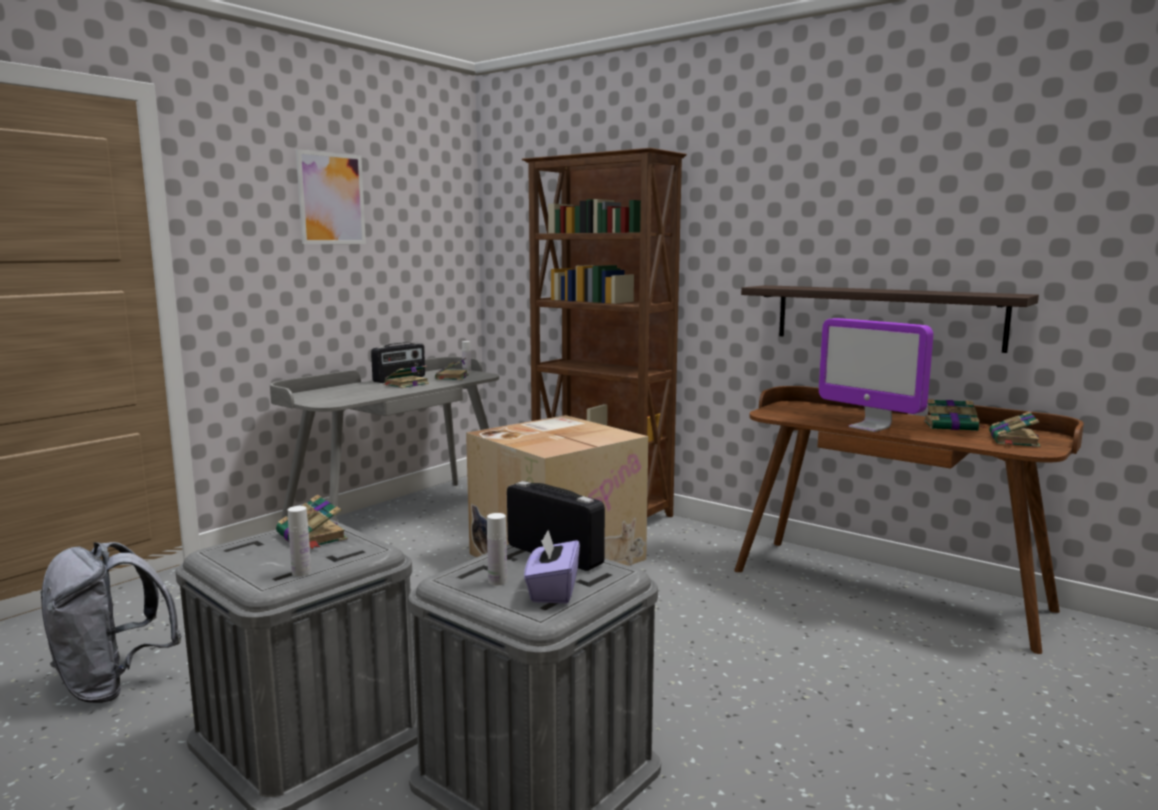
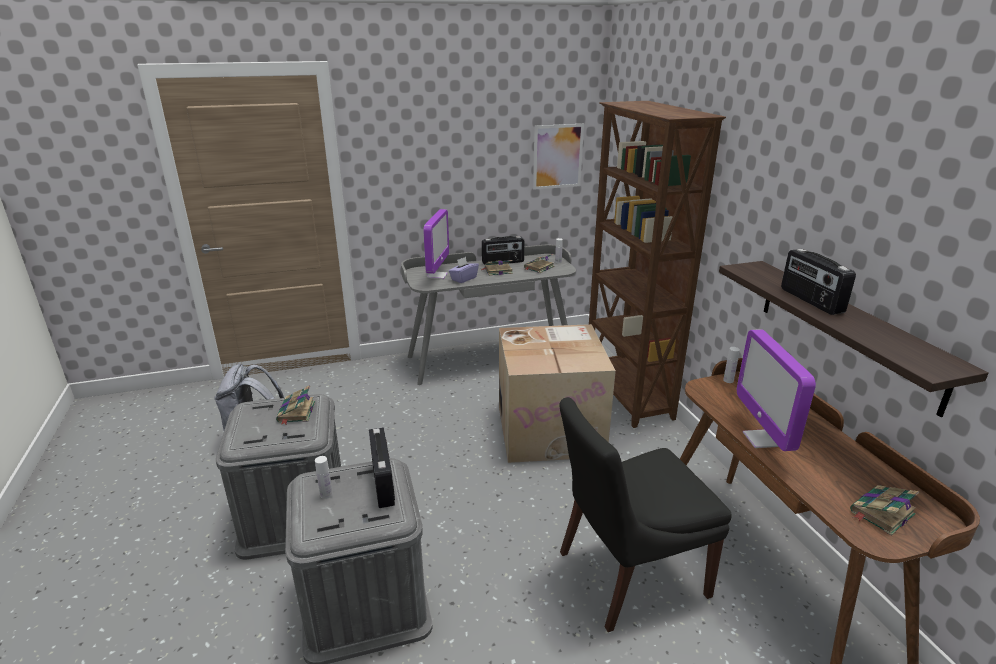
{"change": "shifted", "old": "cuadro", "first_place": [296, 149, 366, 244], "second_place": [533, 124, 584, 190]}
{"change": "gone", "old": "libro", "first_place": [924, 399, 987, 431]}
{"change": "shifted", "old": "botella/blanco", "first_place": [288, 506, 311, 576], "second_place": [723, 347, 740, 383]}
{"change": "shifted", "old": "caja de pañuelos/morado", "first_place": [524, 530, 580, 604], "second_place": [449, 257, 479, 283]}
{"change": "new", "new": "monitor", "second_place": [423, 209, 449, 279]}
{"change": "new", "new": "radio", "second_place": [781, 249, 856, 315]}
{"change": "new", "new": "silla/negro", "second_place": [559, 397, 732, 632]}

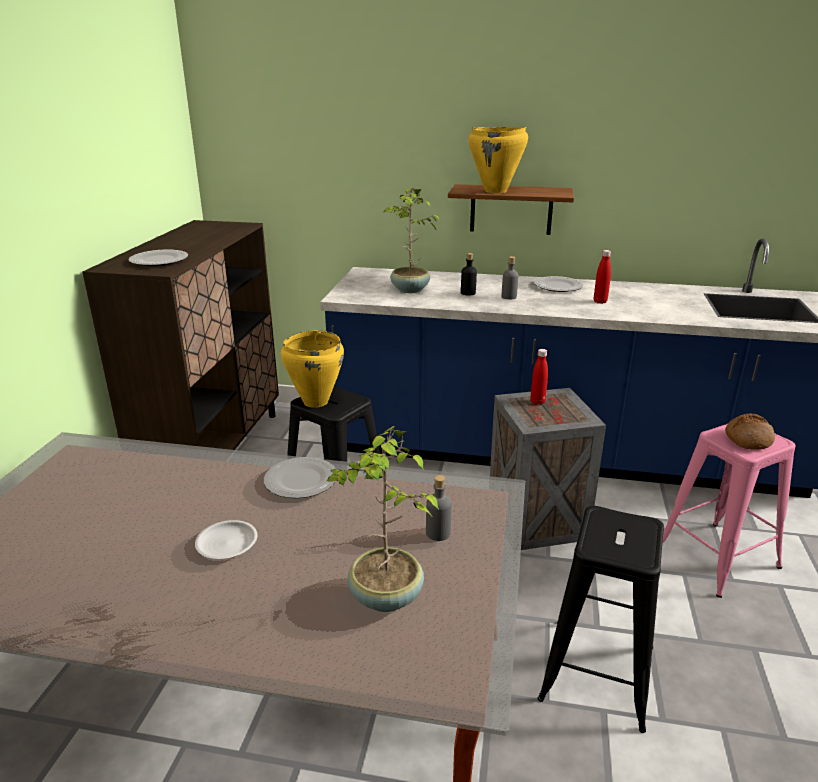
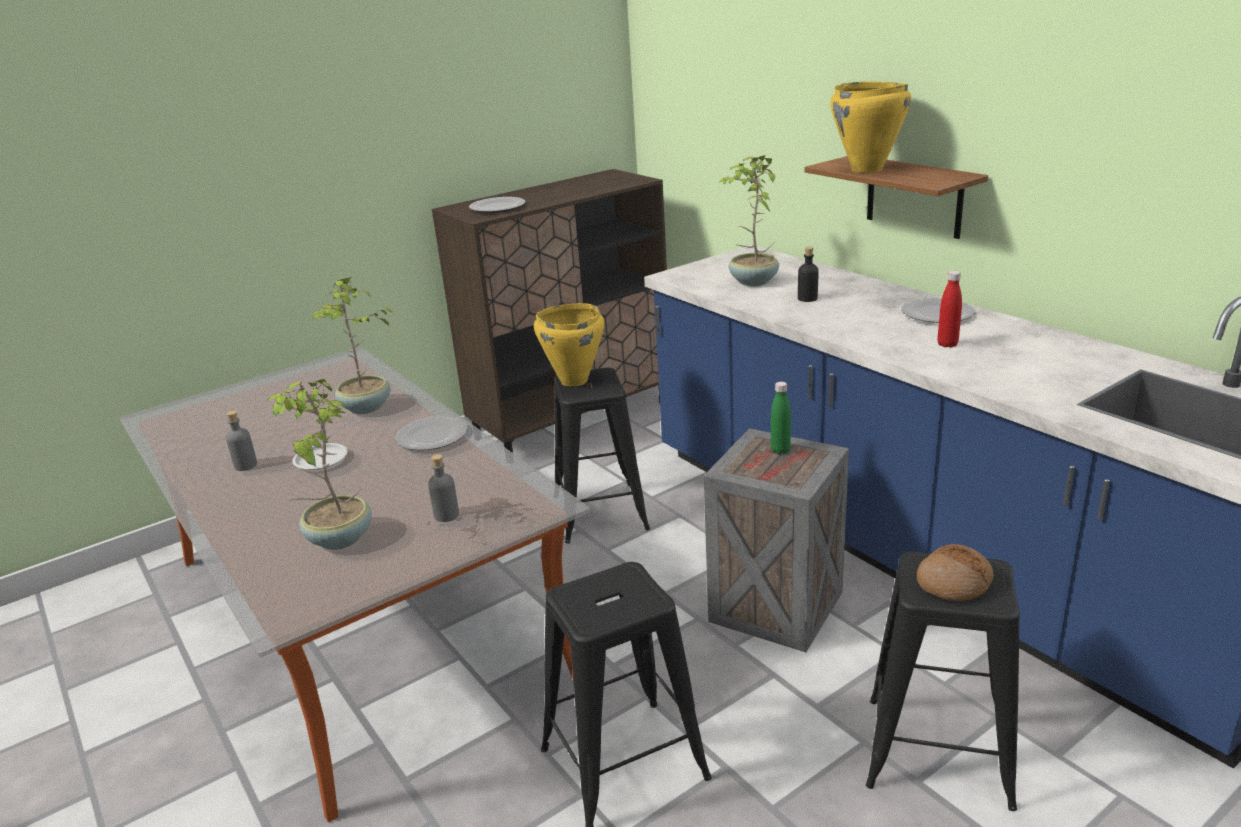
{"change": "shifted", "old": "botella/gris", "first_place": [502, 256, 518, 299], "second_place": [226, 411, 257, 471]}
{"change": "repainted", "old": "botella/rojo", "new": "botella/verde", "first_place": [531, 349, 548, 405], "second_place": [771, 382, 791, 454]}
{"change": "repainted", "old": "taburete/rosa", "new": "taburete/negro", "first_place": [662, 424, 795, 598], "second_place": [866, 552, 1020, 811]}
{"change": "new", "new": "planta en maceta", "second_place": [312, 276, 393, 414]}

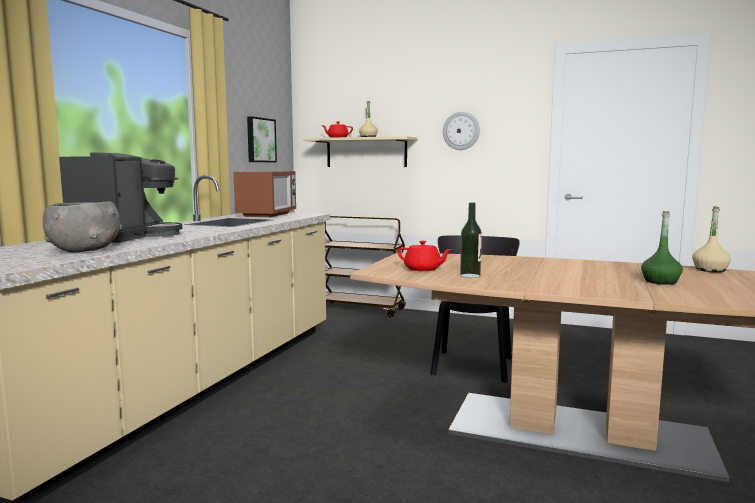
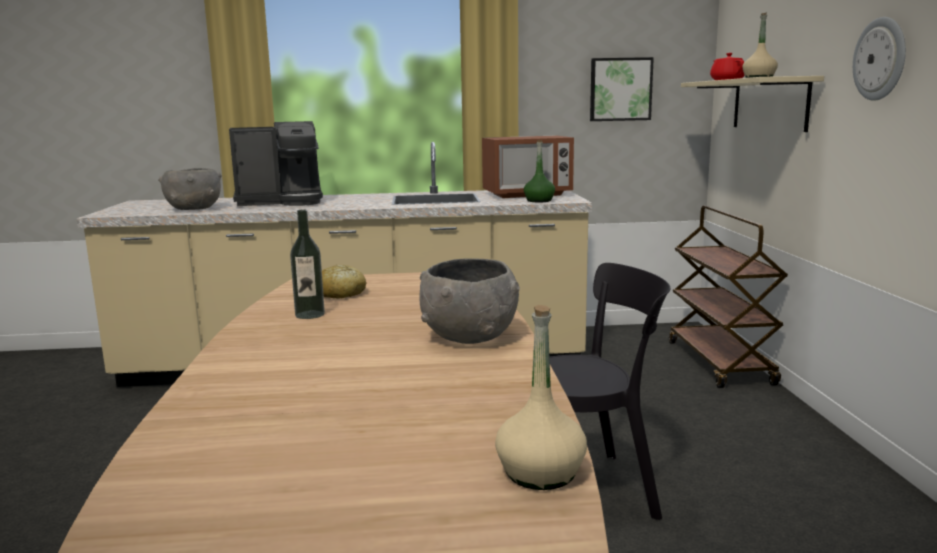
{"change": "shifted", "old": "botella/verde", "first_place": [641, 211, 683, 285], "second_place": [524, 140, 555, 202]}
{"change": "swapped", "old": "tetera/rojo", "new": "pan", "first_place": [398, 241, 452, 271], "second_place": [322, 264, 367, 298]}
{"change": "new", "new": "cuenco/gris", "second_place": [419, 258, 520, 344]}

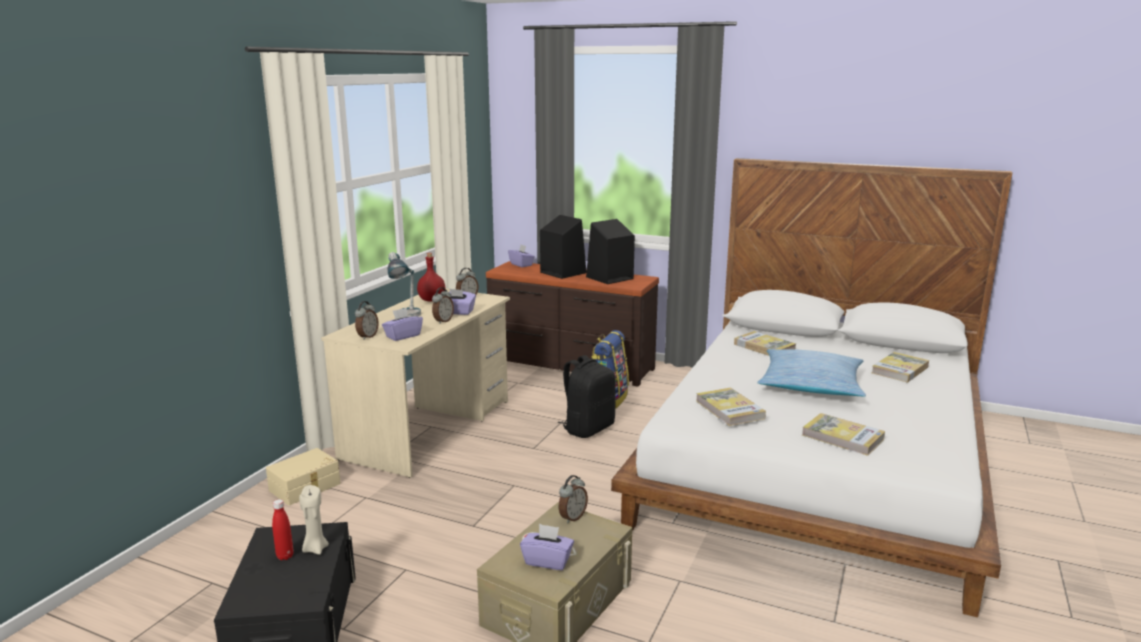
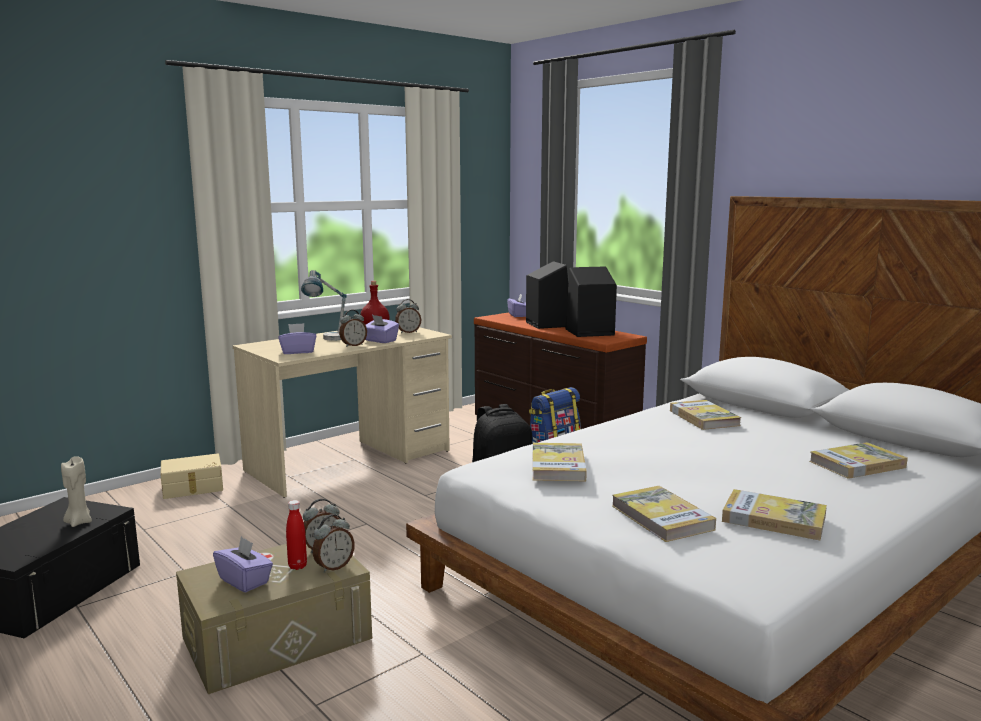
{"change": "shifted", "old": "despertador", "first_place": [355, 301, 379, 340], "second_place": [312, 514, 355, 573]}
{"change": "gone", "old": "cojín", "first_place": [757, 349, 866, 397]}
{"change": "shifted", "old": "botella/rojo", "first_place": [272, 499, 294, 560], "second_place": [286, 500, 307, 570]}
{"change": "new", "new": "libro", "second_place": [722, 489, 827, 540]}

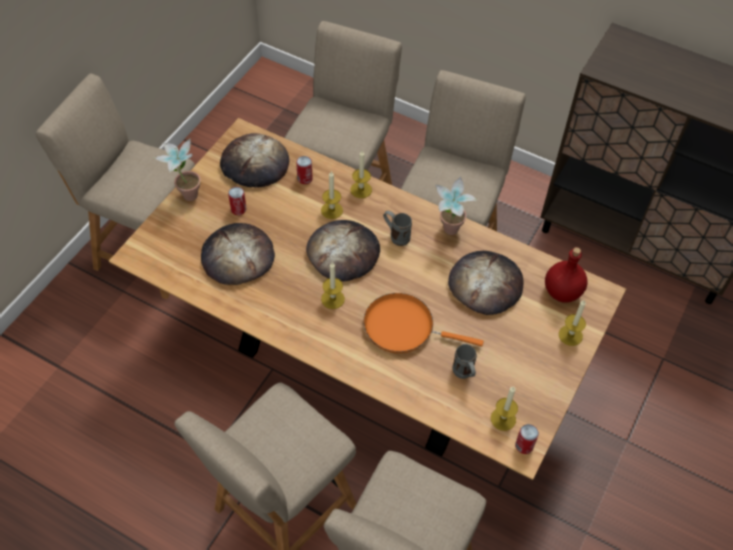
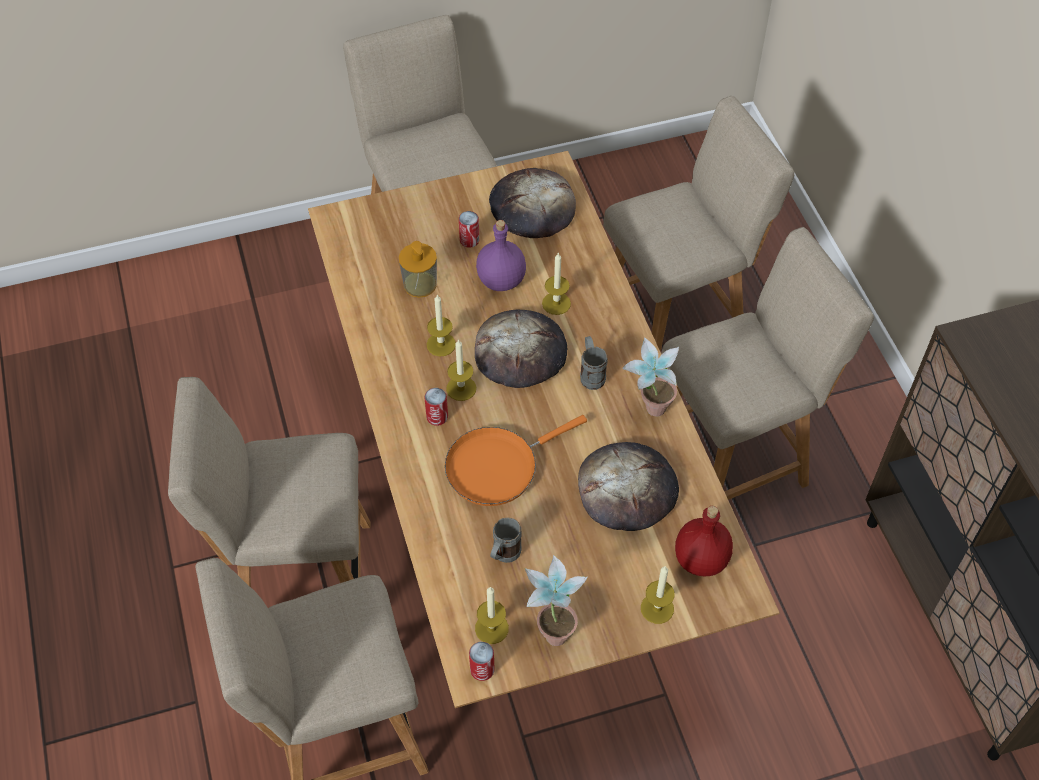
{"change": "shifted", "old": "planta en maceta", "first_place": [153, 139, 201, 201], "second_place": [525, 555, 587, 646]}
{"change": "shifted", "old": "vela", "first_place": [350, 151, 372, 198], "second_place": [427, 294, 456, 357]}
{"change": "shifted", "old": "lata", "first_place": [296, 156, 313, 184], "second_place": [424, 388, 448, 426]}
{"change": "swapped", "old": "pan", "new": "dispensador de jabón", "first_place": [201, 223, 275, 285], "second_place": [399, 241, 437, 298]}
{"change": "rotated", "old": "sartén/naranja", "first_place": [364, 293, 484, 353], "second_place": [445, 415, 587, 506], "degrees": -90}
{"change": "new", "new": "botella/morado", "second_place": [476, 220, 526, 291]}

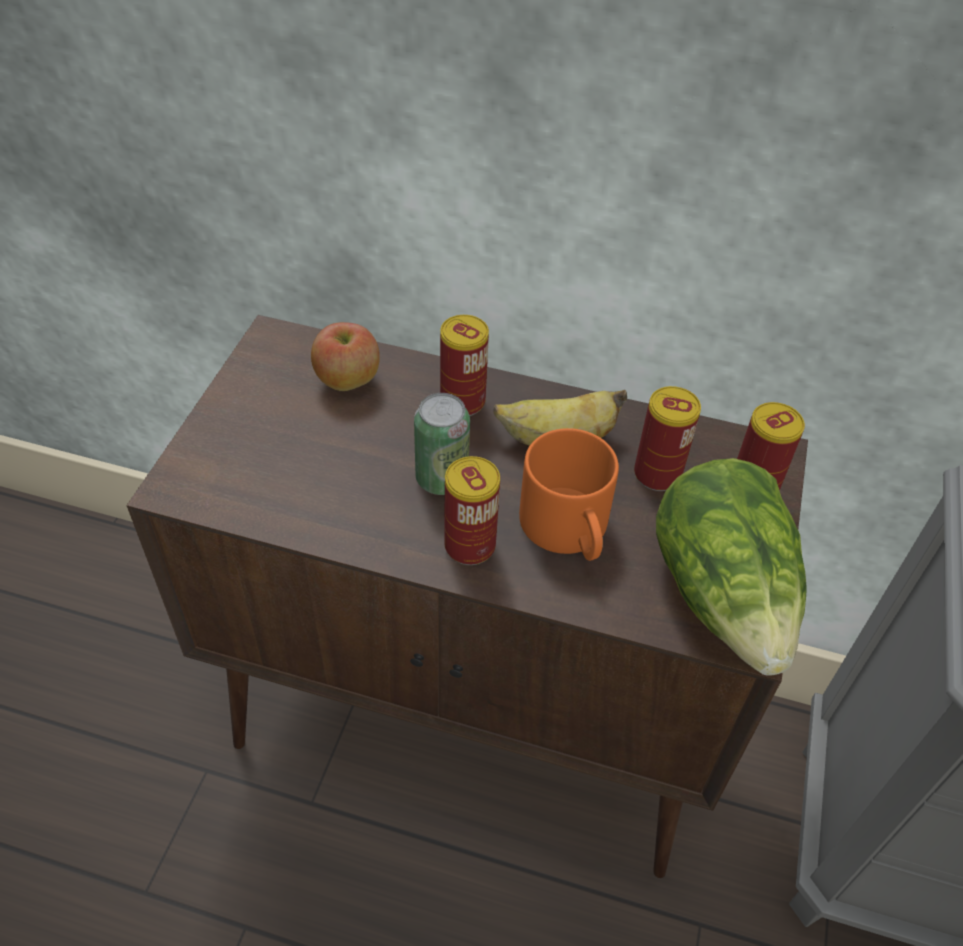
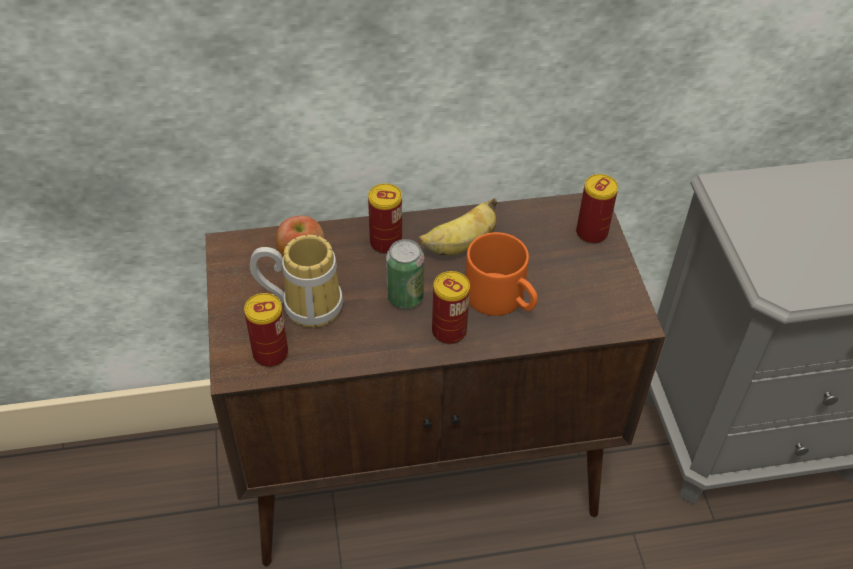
{"change": "shifted", "old": "lata", "first_place": [634, 386, 701, 491], "second_place": [244, 293, 288, 367]}
{"change": "gone", "old": "lechuga", "first_place": [656, 458, 807, 676]}
{"change": "new", "new": "taza grande", "second_place": [250, 235, 343, 328]}

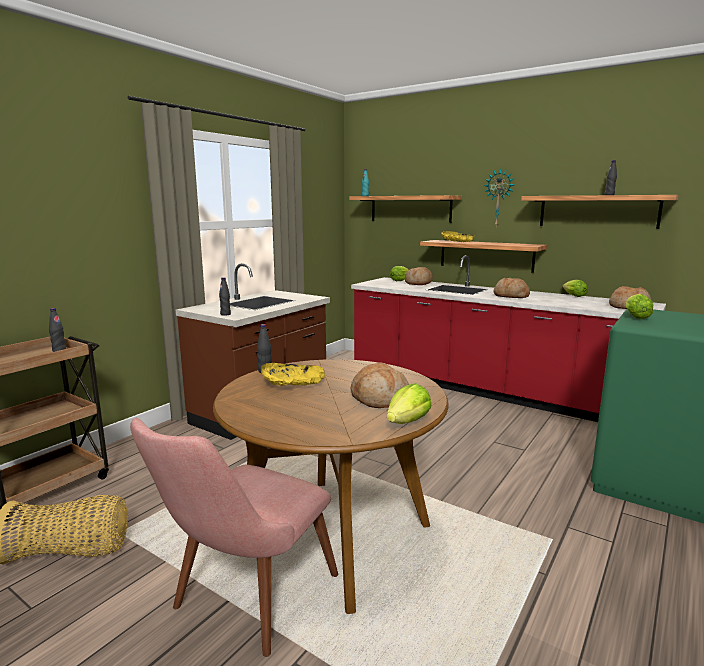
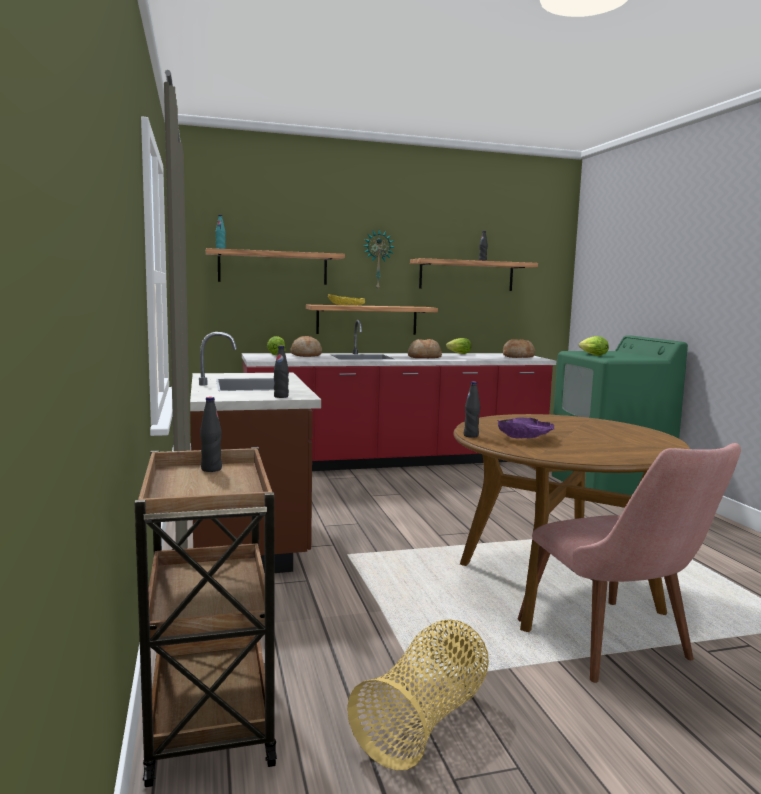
{"change": "gone", "old": "pan", "first_place": [350, 362, 409, 408]}
{"change": "repainted", "old": "cuenco/amarillo", "new": "cuenco/morado", "first_place": [261, 363, 325, 386], "second_place": [498, 418, 554, 438]}
{"change": "gone", "old": "lechuga", "first_place": [387, 383, 432, 424]}

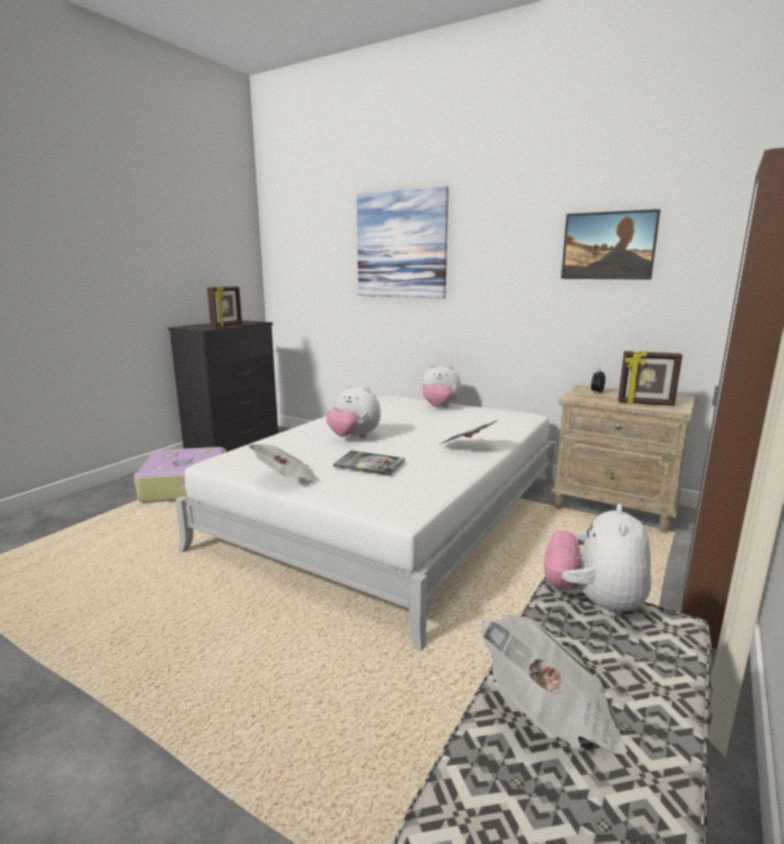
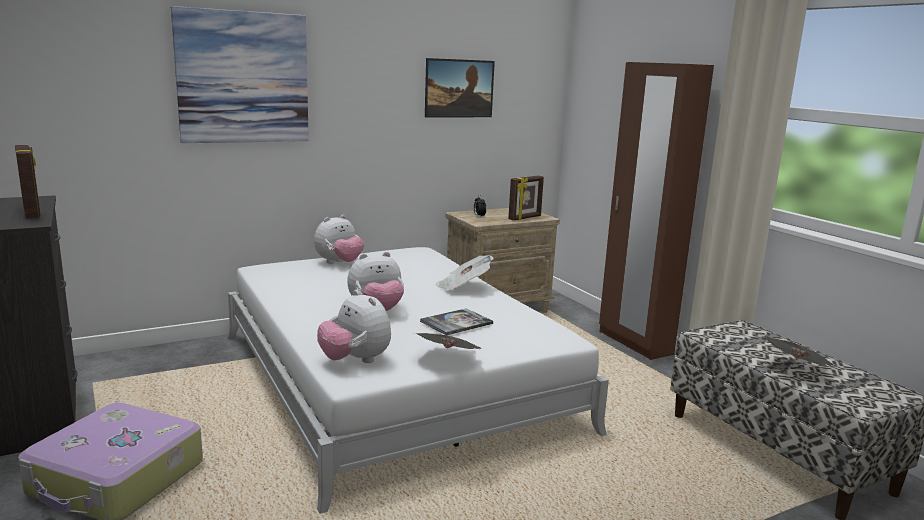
{"change": "shifted", "old": "peluche", "first_place": [544, 504, 651, 617], "second_place": [317, 290, 391, 363]}

